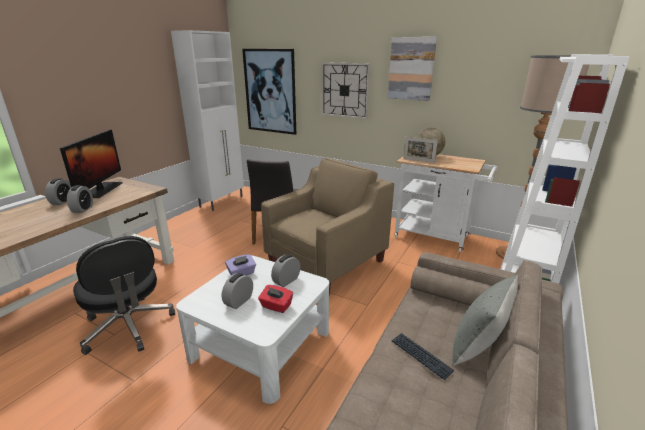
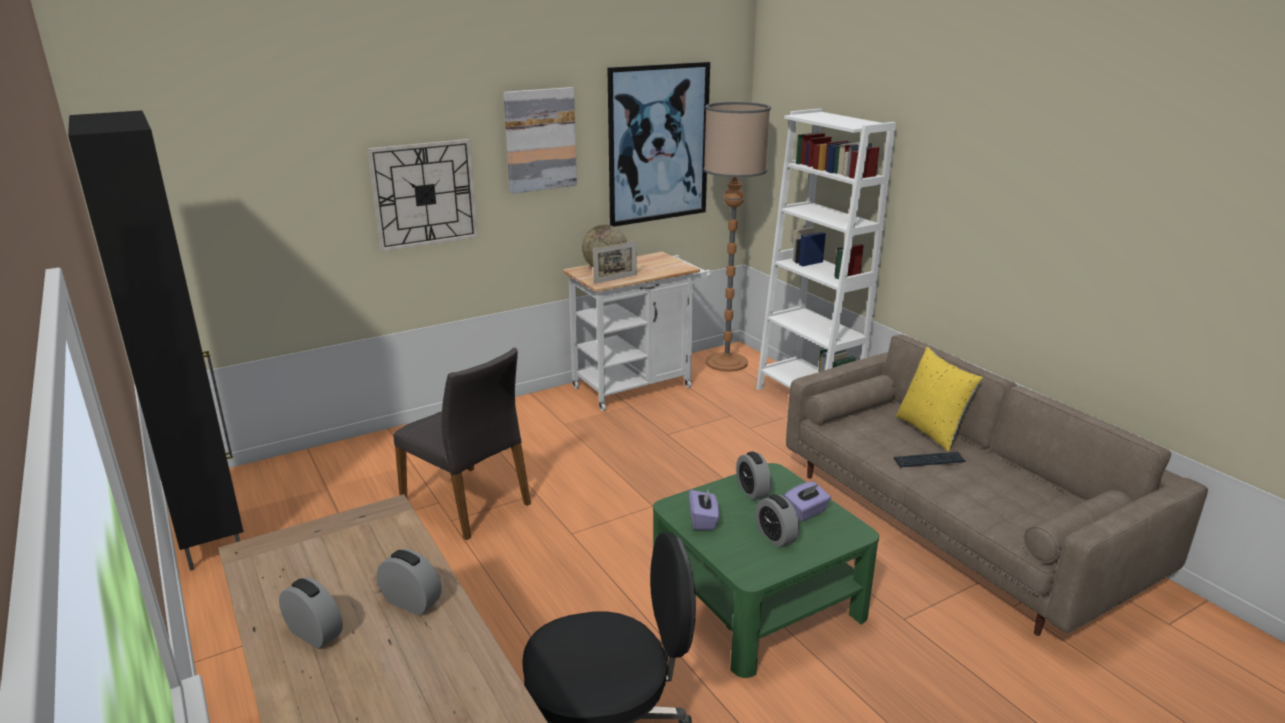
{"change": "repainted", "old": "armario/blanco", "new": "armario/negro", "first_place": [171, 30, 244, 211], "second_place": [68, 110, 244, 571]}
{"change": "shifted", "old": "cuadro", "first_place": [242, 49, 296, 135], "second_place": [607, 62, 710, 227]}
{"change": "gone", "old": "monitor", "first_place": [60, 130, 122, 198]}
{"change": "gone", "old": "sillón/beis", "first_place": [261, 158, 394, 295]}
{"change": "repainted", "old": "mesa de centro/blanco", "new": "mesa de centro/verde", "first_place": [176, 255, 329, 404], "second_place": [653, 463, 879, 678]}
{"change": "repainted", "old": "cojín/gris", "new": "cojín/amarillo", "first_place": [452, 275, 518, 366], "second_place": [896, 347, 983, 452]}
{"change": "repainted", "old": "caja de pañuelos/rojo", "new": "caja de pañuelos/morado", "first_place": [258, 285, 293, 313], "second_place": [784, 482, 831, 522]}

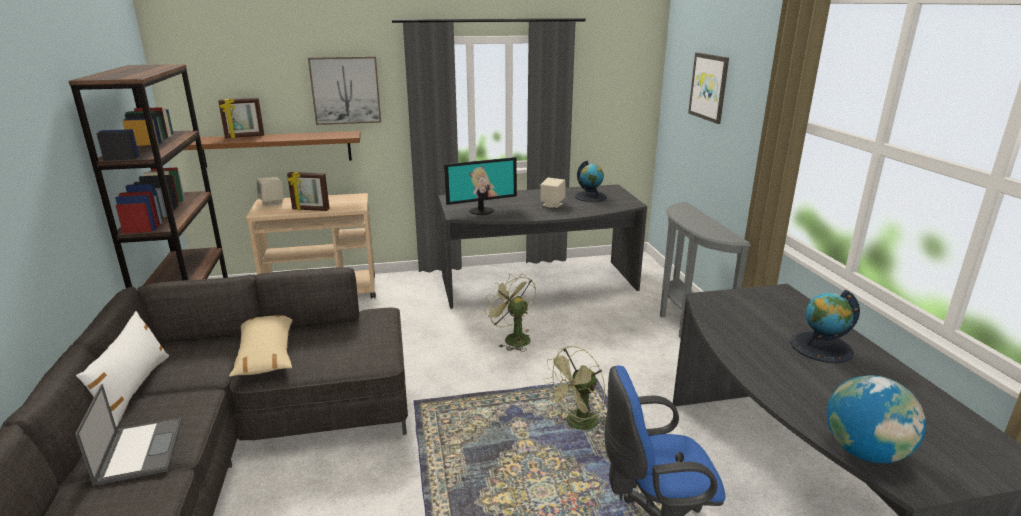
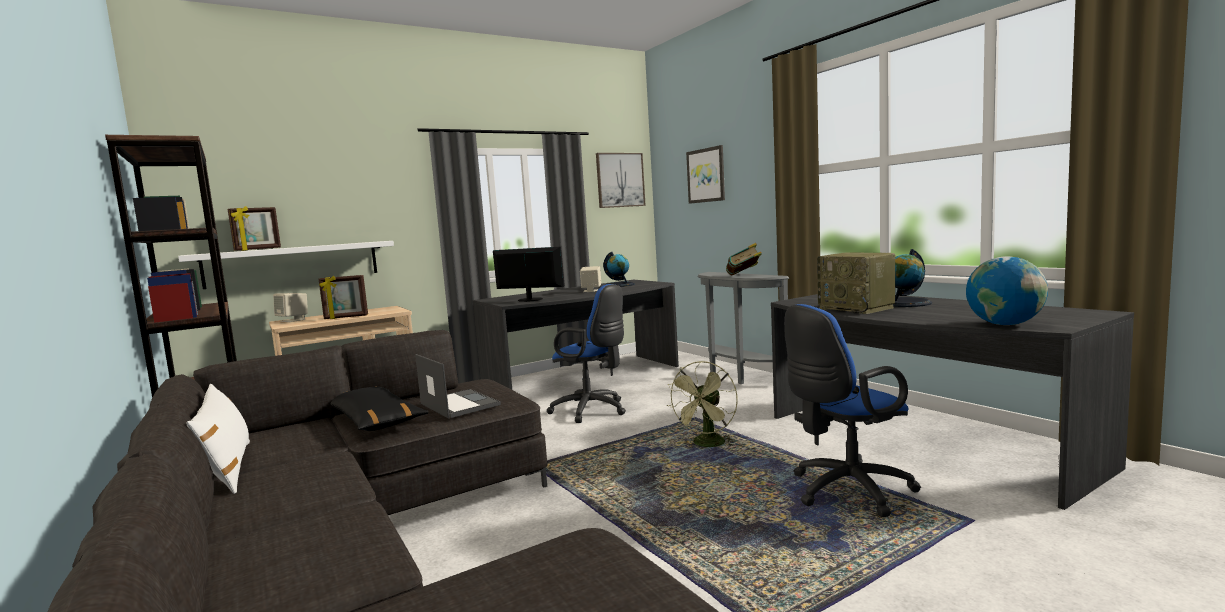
{"change": "shifted", "old": "cuadro", "first_place": [308, 56, 381, 125], "second_place": [596, 153, 646, 208]}
{"change": "repainted", "old": "estante/marrón", "new": "estante/blanco", "first_place": [184, 131, 361, 167], "second_place": [178, 241, 394, 289]}
{"change": "rotated", "old": "monitor", "first_place": [444, 157, 517, 215], "second_place": [493, 247, 565, 302], "degrees": -120}
{"change": "swapped", "old": "ventilador/verde", "new": "silla de oficina/azul", "first_place": [484, 274, 536, 352], "second_place": [547, 284, 626, 423]}
{"change": "repainted", "old": "cojín/beis", "new": "cojín/negro", "first_place": [229, 315, 293, 376], "second_place": [330, 387, 429, 431]}
{"change": "shifted", "old": "portátil", "first_place": [75, 384, 182, 486], "second_place": [415, 354, 501, 419]}
{"change": "new", "new": "libro", "second_place": [726, 243, 762, 275]}
{"change": "new", "new": "radio", "second_place": [817, 252, 896, 314]}

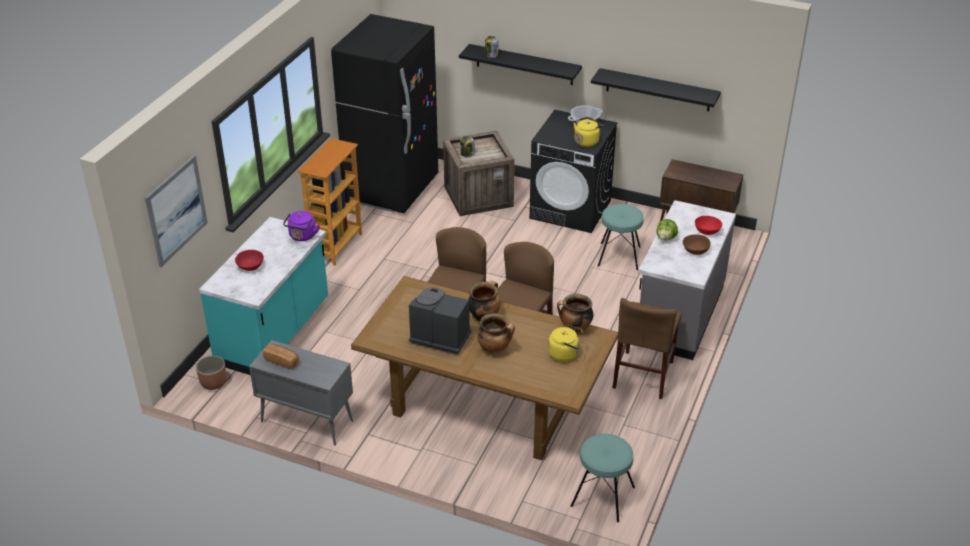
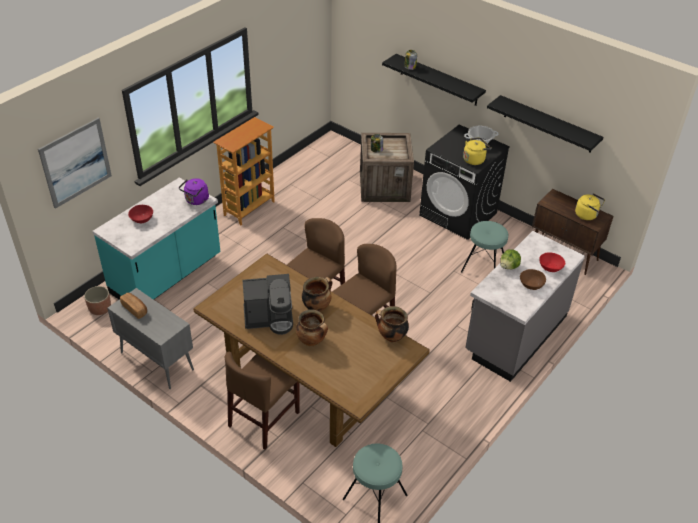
{"change": "gone", "old": "nevera/negro", "first_place": [331, 14, 438, 213]}
{"change": "rotated", "old": "cafetera", "first_place": [409, 287, 471, 354], "second_place": [242, 274, 293, 335], "degrees": 135}
{"change": "shifted", "old": "silla/marrón", "first_place": [613, 298, 682, 399], "second_place": [225, 352, 300, 450]}
{"change": "shifted", "old": "hervidor/amarillo", "first_place": [548, 325, 583, 362], "second_place": [575, 193, 605, 220]}

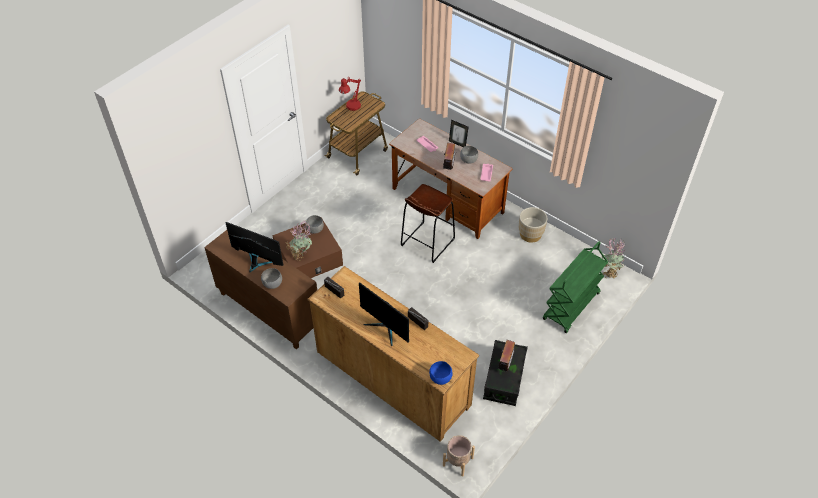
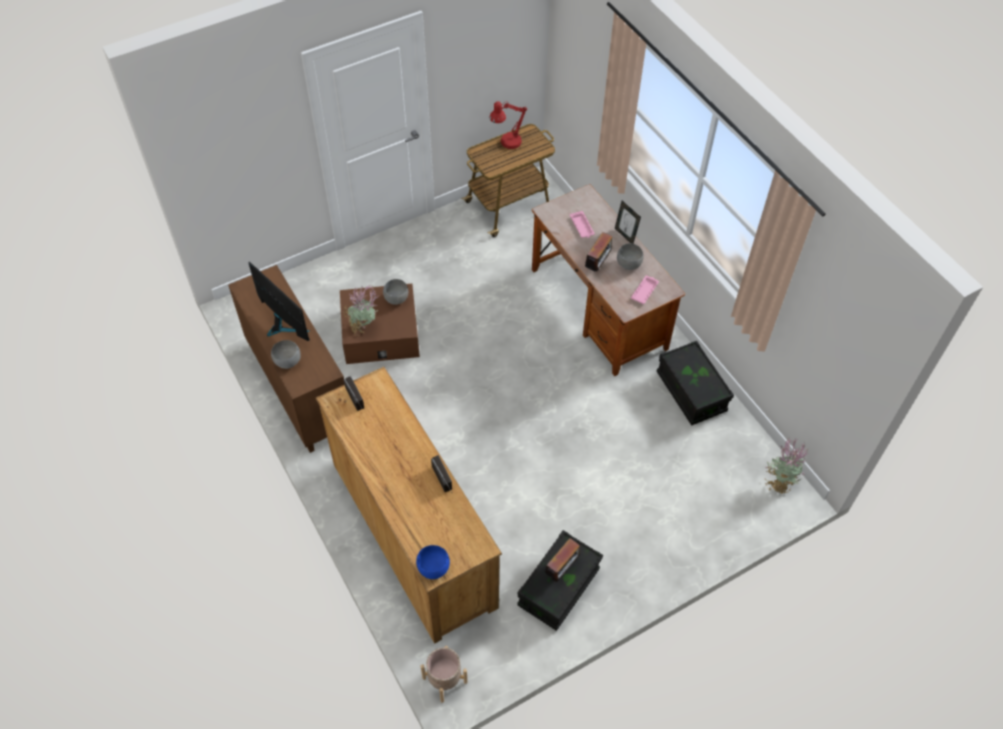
{"change": "gone", "old": "taburete/marrón", "first_place": [401, 184, 455, 263]}
{"change": "swapped", "old": "maceta/beis", "new": "caja de almacenaje/negro", "first_place": [519, 207, 547, 243], "second_place": [657, 341, 734, 425]}
{"change": "gone", "old": "carrito/verde", "first_place": [543, 241, 608, 333]}
{"change": "gone", "old": "monitor", "first_place": [359, 282, 409, 346]}

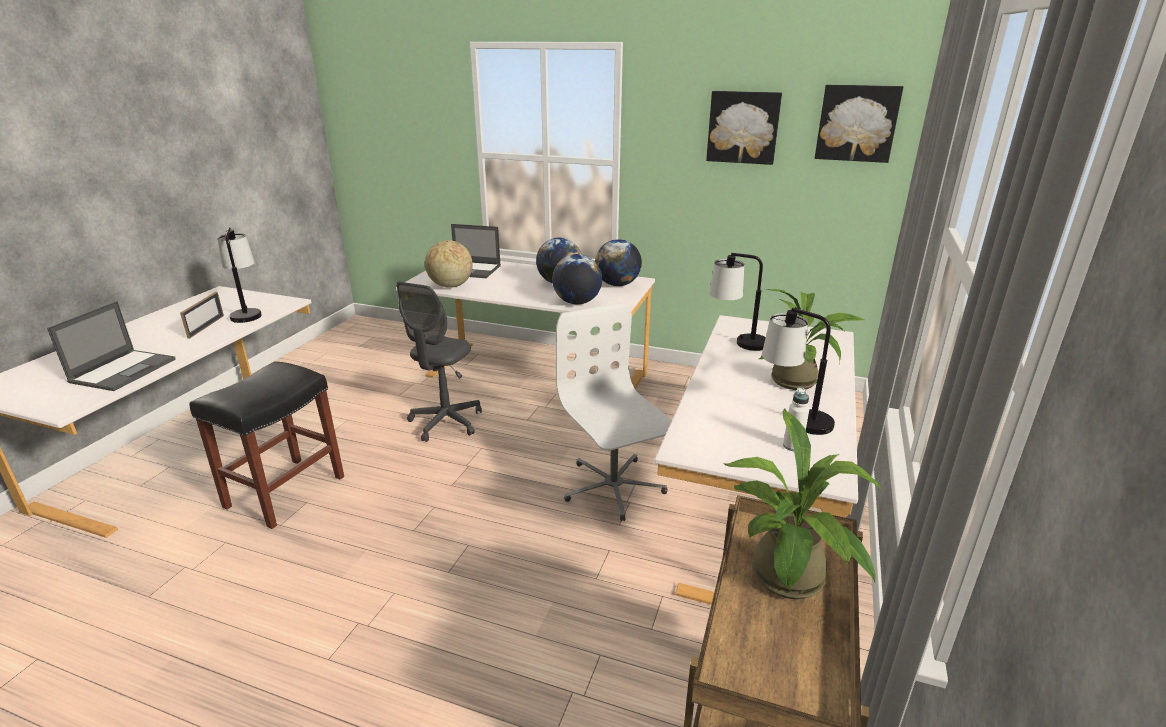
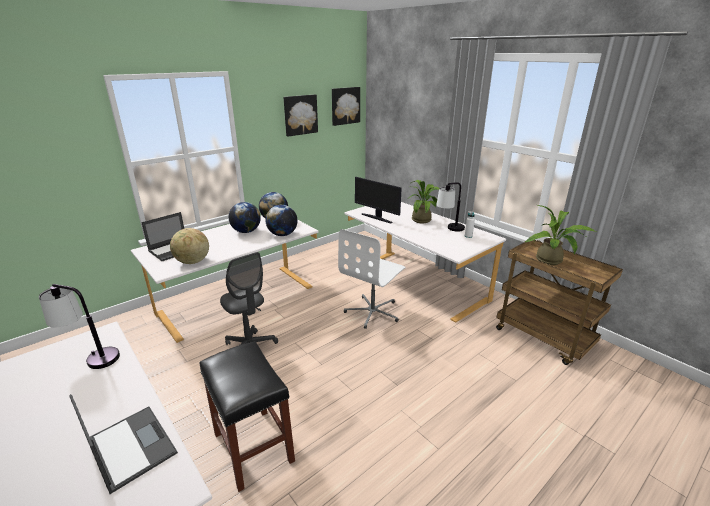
{"change": "swapped", "old": "lámpara de mesa", "new": "monitor", "first_place": [709, 253, 766, 351], "second_place": [355, 177, 402, 223]}
{"change": "gone", "old": "portarretratos", "first_place": [180, 292, 224, 339]}
{"change": "rotated", "old": "silla de oficina/blanco", "first_place": [556, 302, 672, 521], "second_place": [338, 229, 406, 329], "degrees": -60}

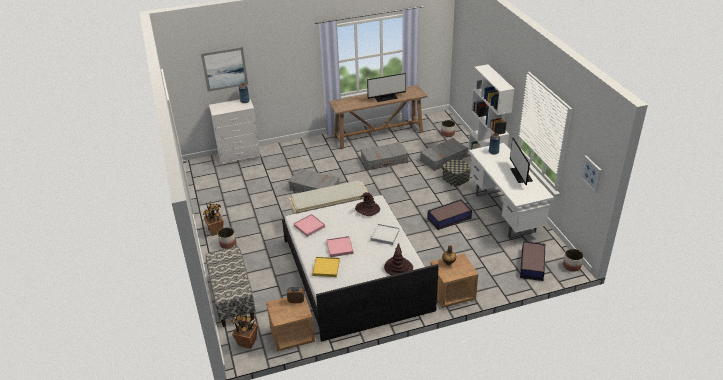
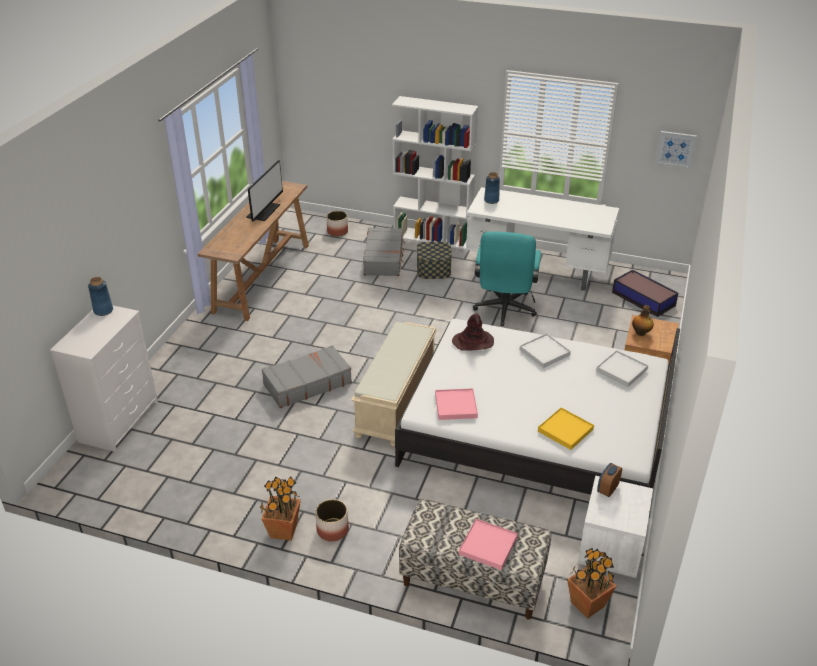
{"change": "gone", "old": "cuadro", "first_place": [201, 47, 248, 92]}
{"change": "gone", "old": "monitor", "first_place": [510, 138, 533, 185]}
{"change": "gone", "old": "maleta/gris", "first_place": [361, 142, 408, 170]}
{"change": "swapped", "old": "caja de almacenaje", "new": "silla de oficina/turquesa", "first_place": [427, 199, 472, 230], "second_place": [473, 231, 541, 326]}
{"change": "shifted", "old": "bandeja/rosa", "first_place": [326, 236, 353, 257], "second_place": [459, 519, 518, 570]}
{"change": "swapped", "old": "sombrero/marrón", "new": "bandeja/blanco", "first_place": [384, 243, 413, 275], "second_place": [596, 350, 648, 387]}
{"change": "gone", "old": "maceta", "first_place": [563, 249, 583, 272]}
{"change": "repainted", "old": "mesita de noche/marrón", "new": "mesita de noche/blanco", "first_place": [266, 294, 315, 352], "second_place": [578, 475, 653, 578]}

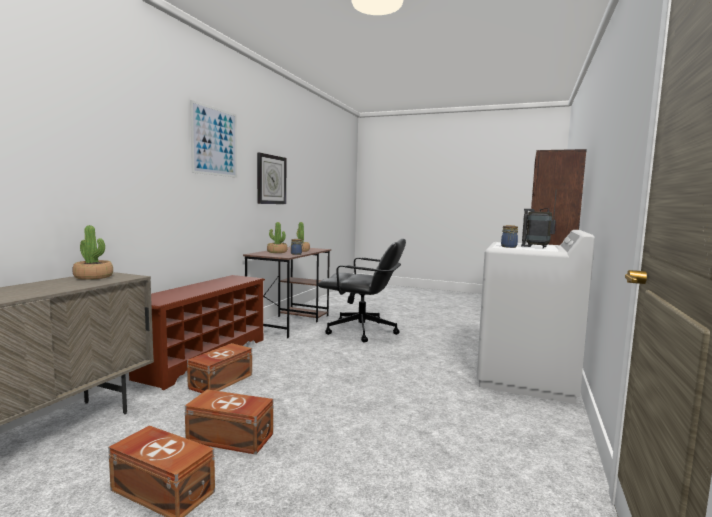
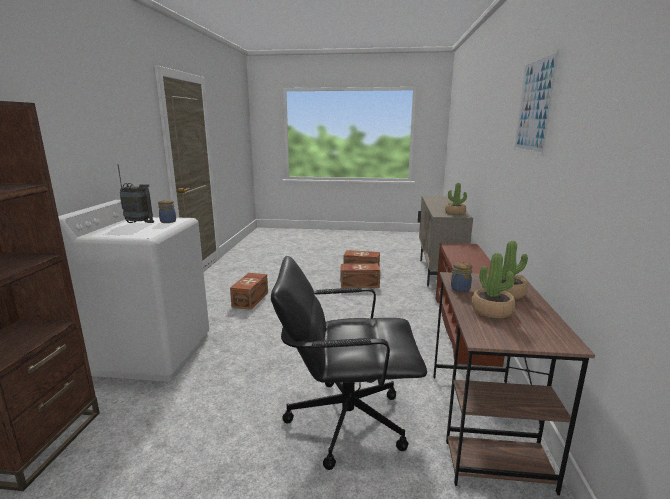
{"change": "gone", "old": "reloj de pared", "first_place": [257, 152, 286, 204]}
{"change": "shifted", "old": "caja de almacenaje/marrón", "first_place": [187, 343, 252, 393], "second_place": [230, 273, 268, 310]}

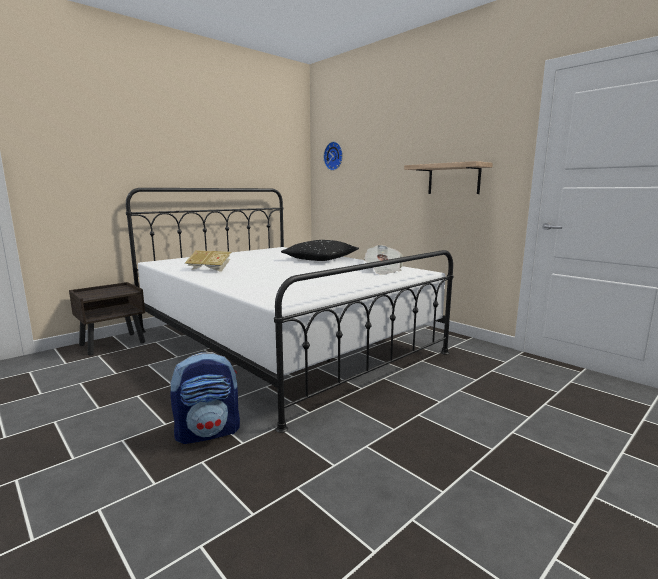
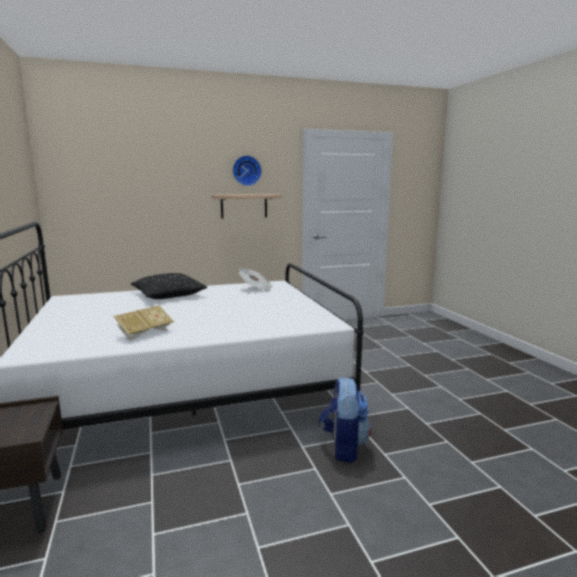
{"change": "shifted", "old": "reloj de pared", "first_place": [324, 142, 343, 171], "second_place": [233, 155, 262, 186]}

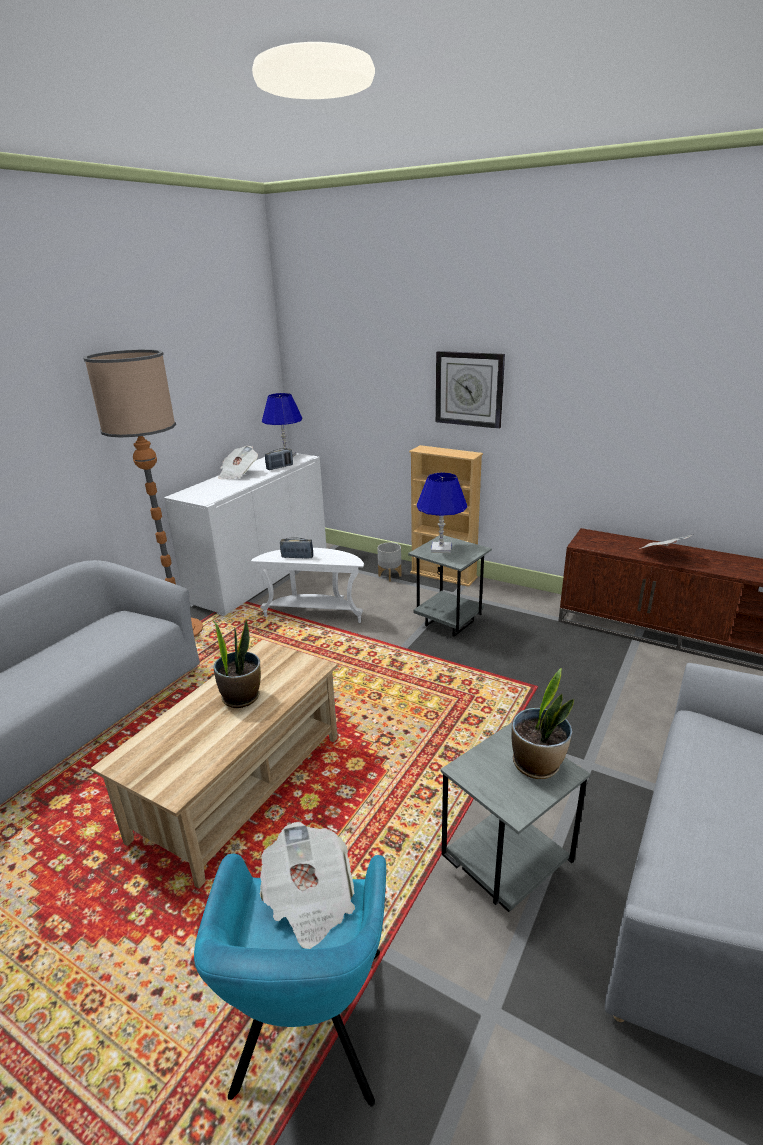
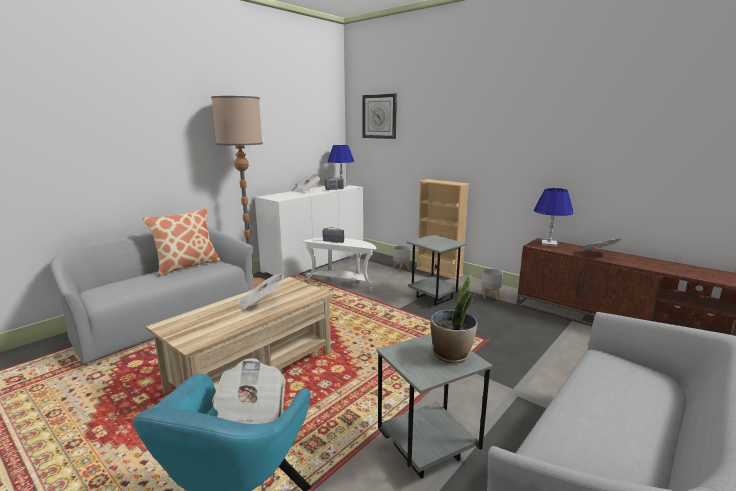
{"change": "shifted", "old": "reloj de pared", "first_place": [436, 351, 505, 429], "second_place": [362, 94, 397, 139]}
{"change": "shifted", "old": "lámpara de mesa/azul", "first_place": [416, 472, 468, 553], "second_place": [533, 188, 574, 247]}
{"change": "swapped", "old": "planta en maceta", "new": "periódico", "first_place": [213, 619, 261, 708], "second_place": [237, 274, 284, 309]}
{"change": "new", "new": "cojín", "second_place": [143, 208, 221, 276]}
{"change": "new", "new": "maceta/gris", "second_place": [481, 269, 503, 300]}

